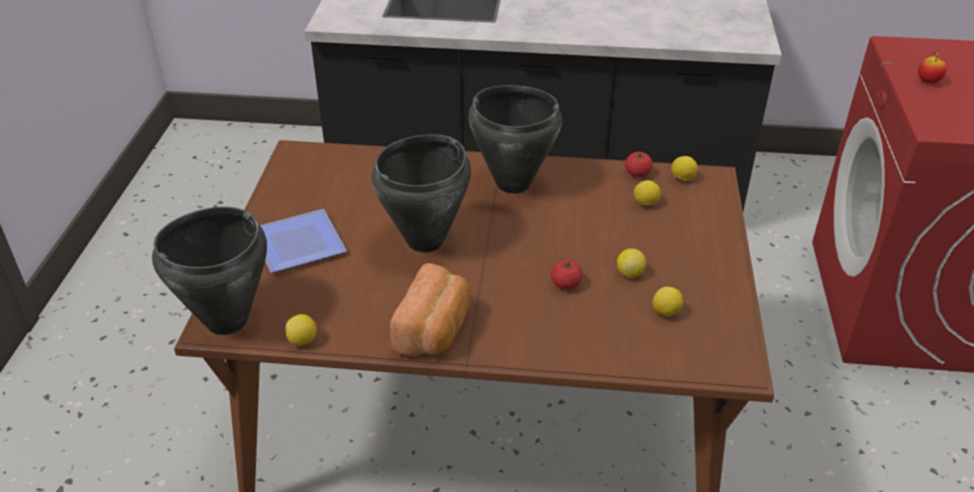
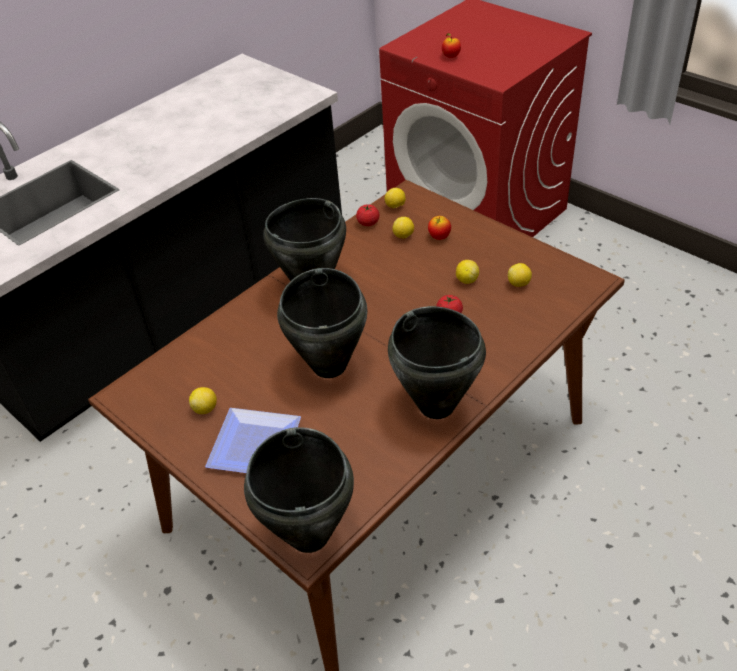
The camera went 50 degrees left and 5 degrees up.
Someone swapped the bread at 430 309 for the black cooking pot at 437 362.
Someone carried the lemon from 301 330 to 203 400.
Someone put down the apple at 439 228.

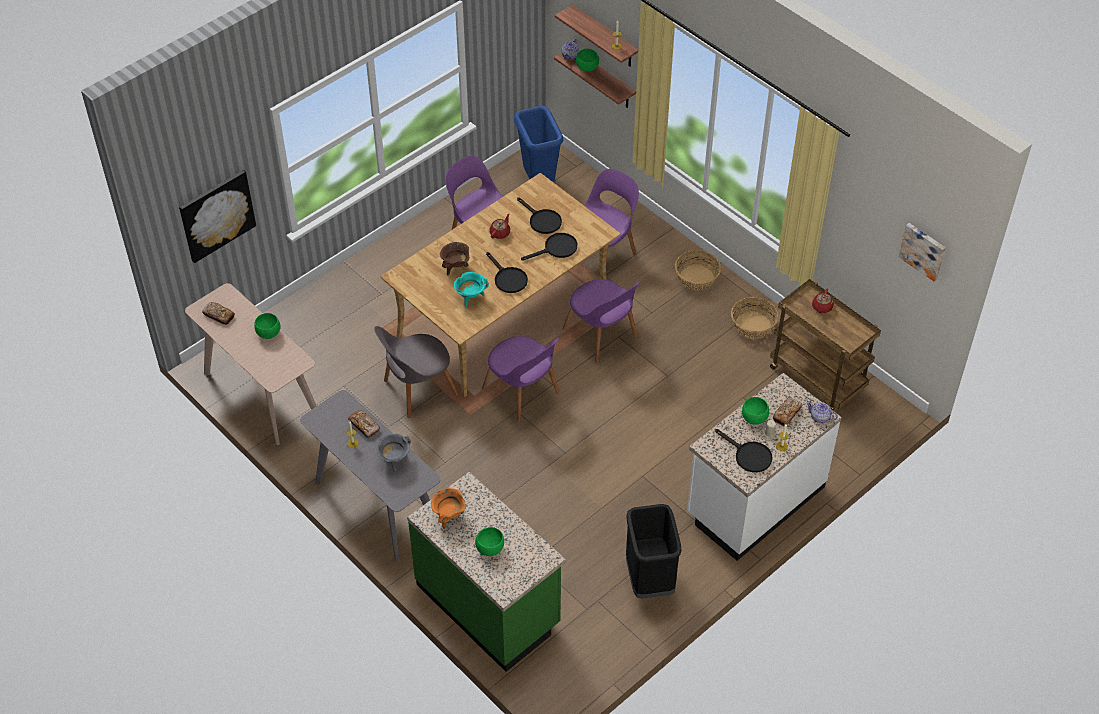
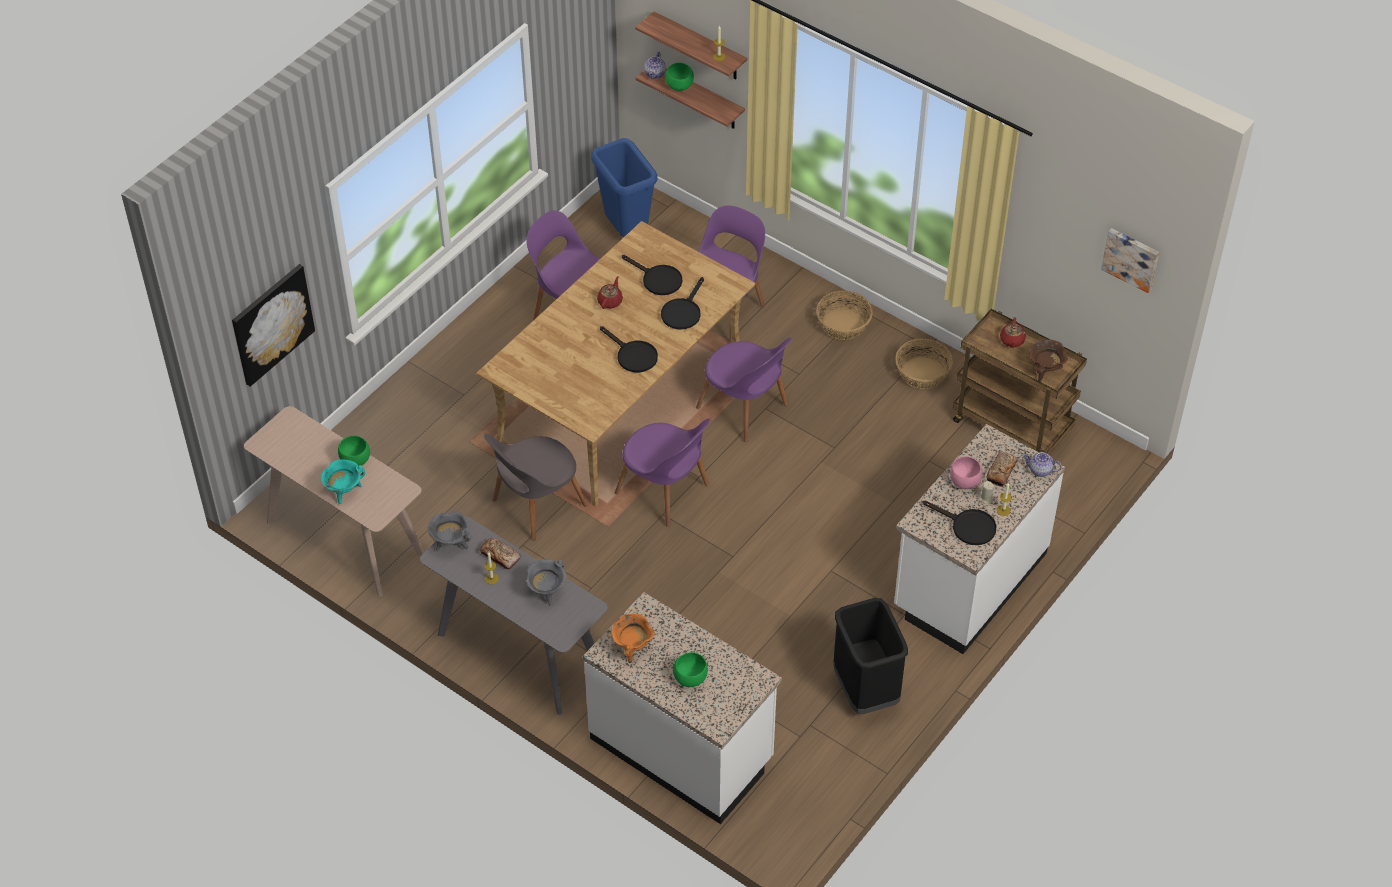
The camera went 10 degrees left and 0 degrees up.
Someone rotated the black frying pan at 549 247 by 150 degrees clockwise.
Someone carried the brown cooking pot from 455 258 to 1049 360.
Someone carried the turquoise cooking pot from 471 289 to 343 481.
Someone took away the bread at 218 313.
Someone repainted the green bowl at 755 411, which became the pink bowl at 966 472.
Someone repainted the green counter at 486 572, which became the white counter at 682 708.
Someone put down the grey cooking pot at 449 531.

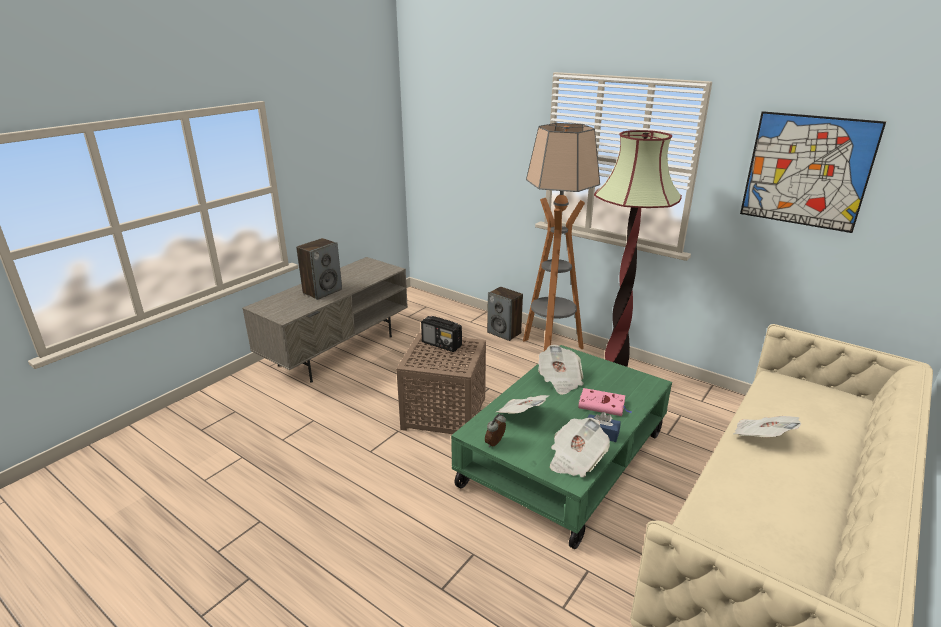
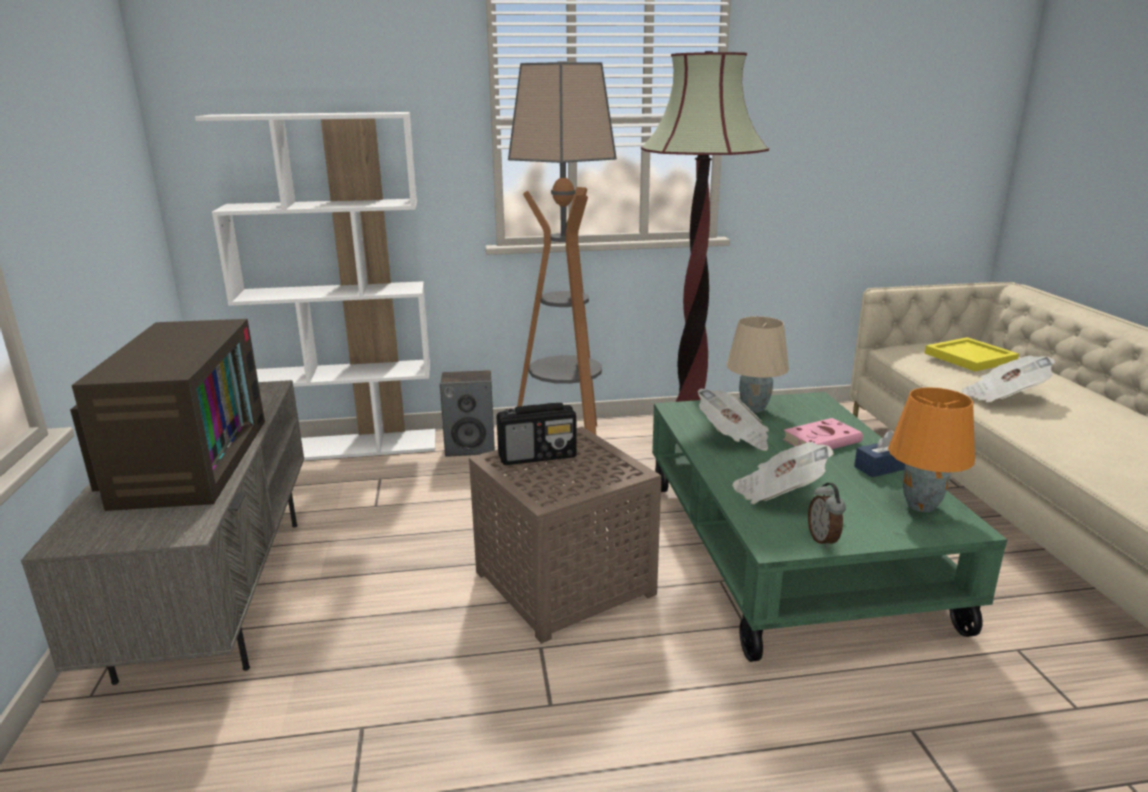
The camera went 45 degrees left and 5 degrees down.
Someone took away the picture at 813 172.
Someone swapped the speaker at 319 269 for the television at 167 415.
Someone swapped the newspaper at 580 447 for the orange table lamp at 931 449.
Someone put down the white bookcase at 315 286.
Someone put down the beige table lamp at 758 364.
Someone put down the yellow tray at 971 354.

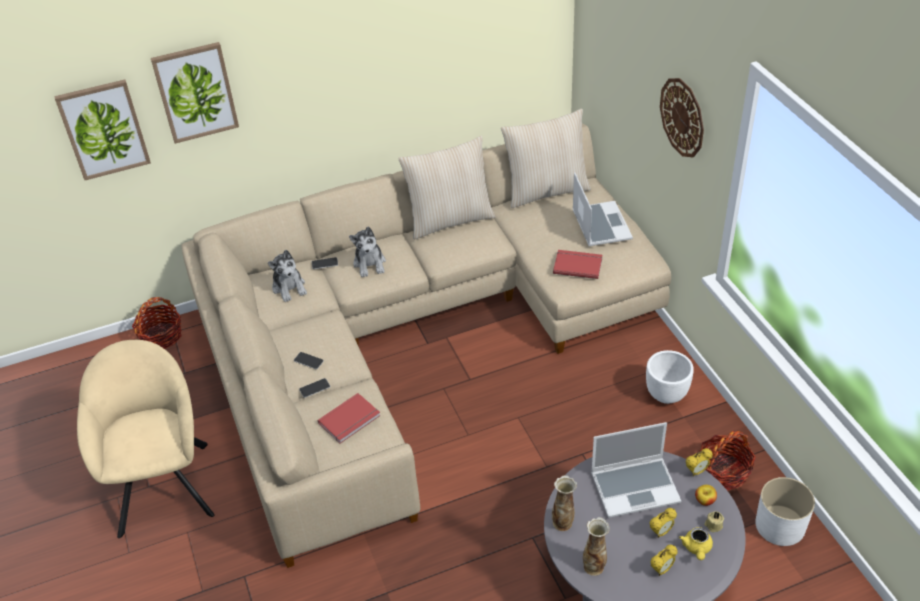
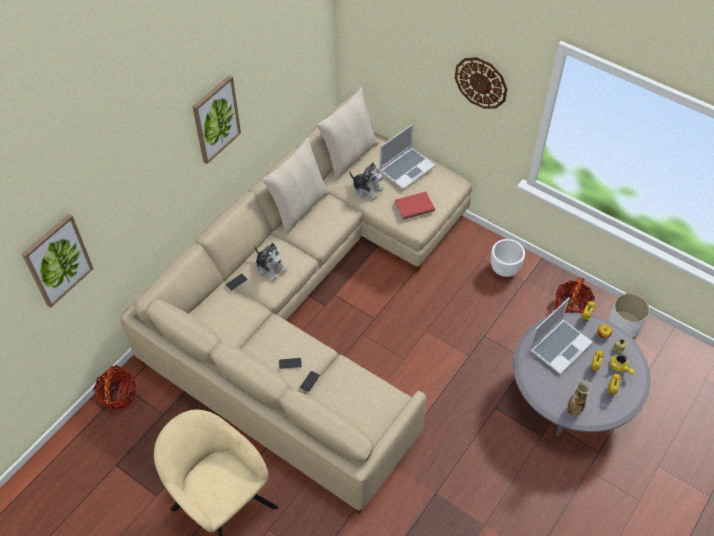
The camera went 35 degrees left and 10 degrees up.
Someone carried the picture from 195 93 to 216 119.
Someone rotated the laptop at 602 209 by 90 degrees clockwise.
Someone carried the plush toy from 287 276 to 367 181.
Someone took away the red book at 349 418.
Someone took away the vase at 564 503.

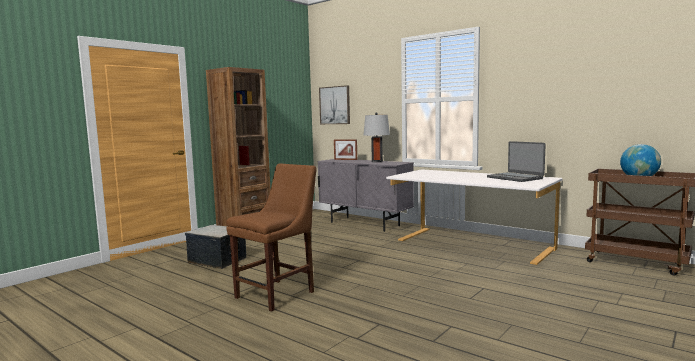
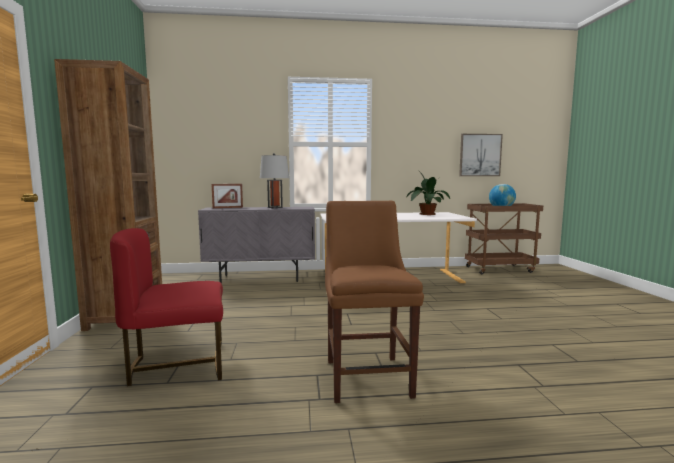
The camera went 45 degrees left and 0 degrees up.
Someone carried the picture from 334 104 to 481 155.
Someone swapped the laptop at 516 161 for the potted plant at 428 192.
Someone swapped the storage box at 215 247 for the red chair at 166 307.

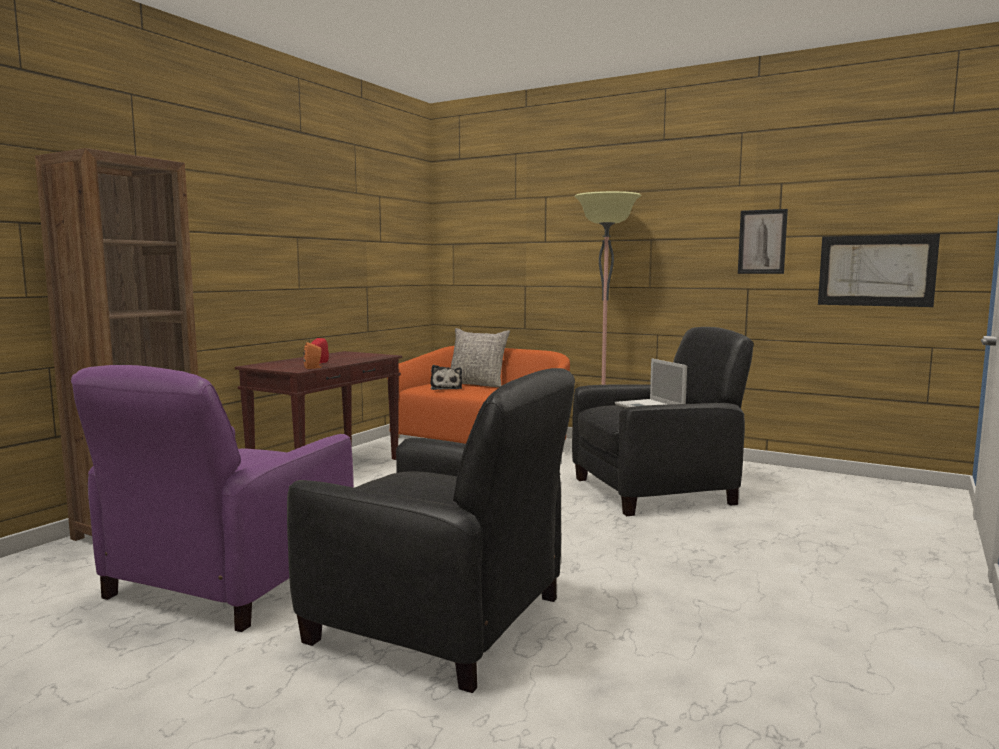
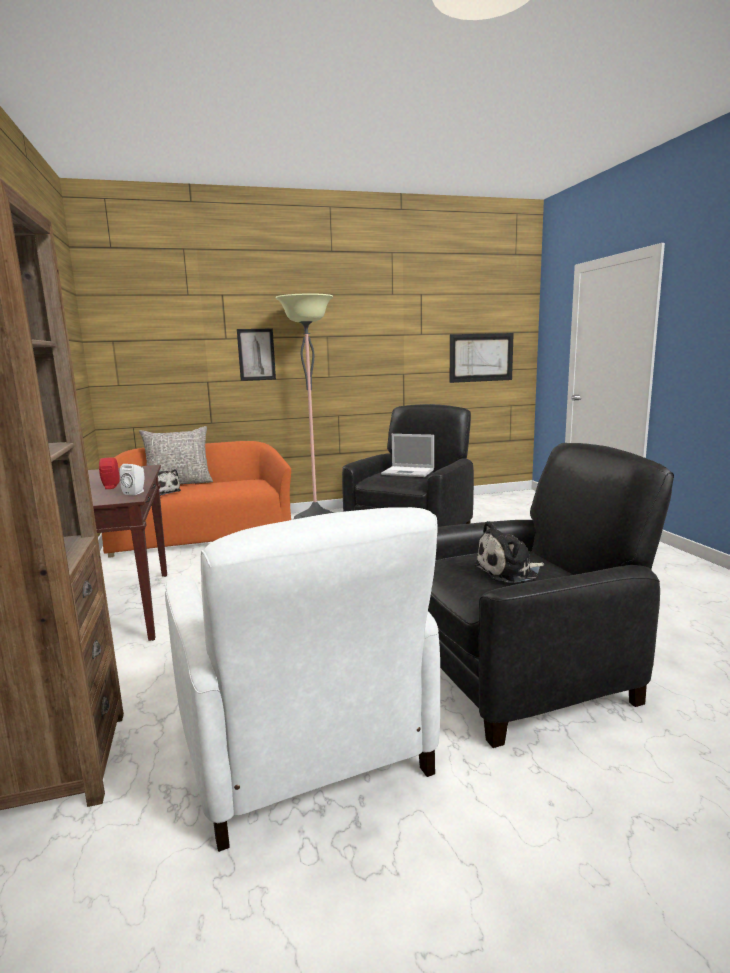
The camera went 45 degrees left and 5 degrees up.
Someone carried the picture from 763 241 to 256 354.
Someone repainted the orange speaker at 313 355, which became the white speaker at 132 479.
Someone repainted the purple armchair at 212 498, which became the white armchair at 302 679.
Someone put down the plush toy at 509 552.

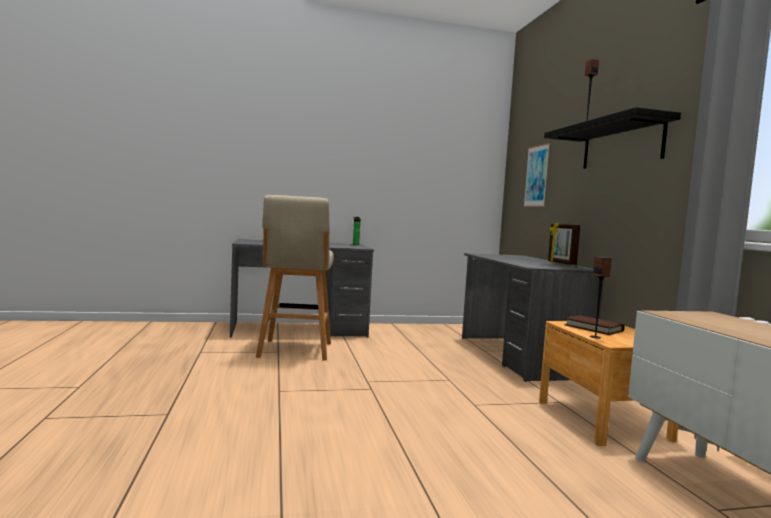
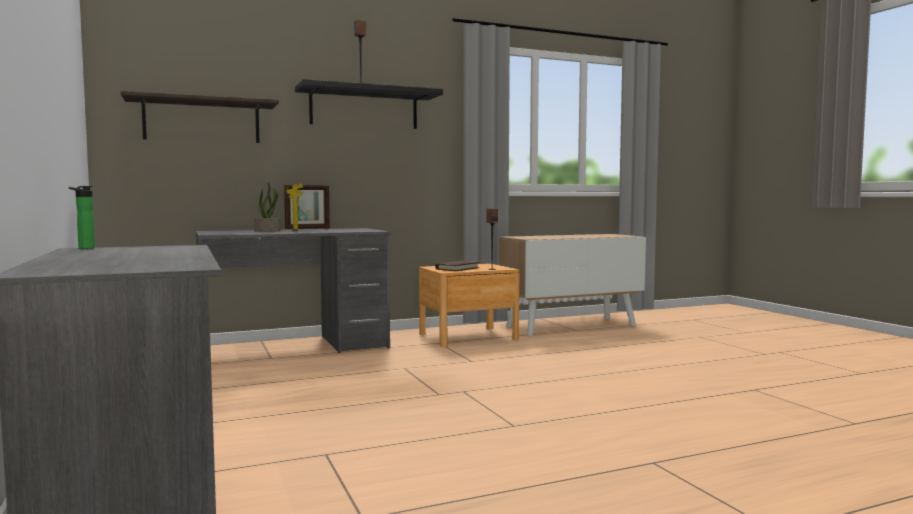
The camera went 100 degrees left and 0 degrees up.
Someone swapped the picture at 536 175 for the shelf at 200 117.
Someone took away the beige stool at 295 278.
Someone put down the potted plant at 267 207.

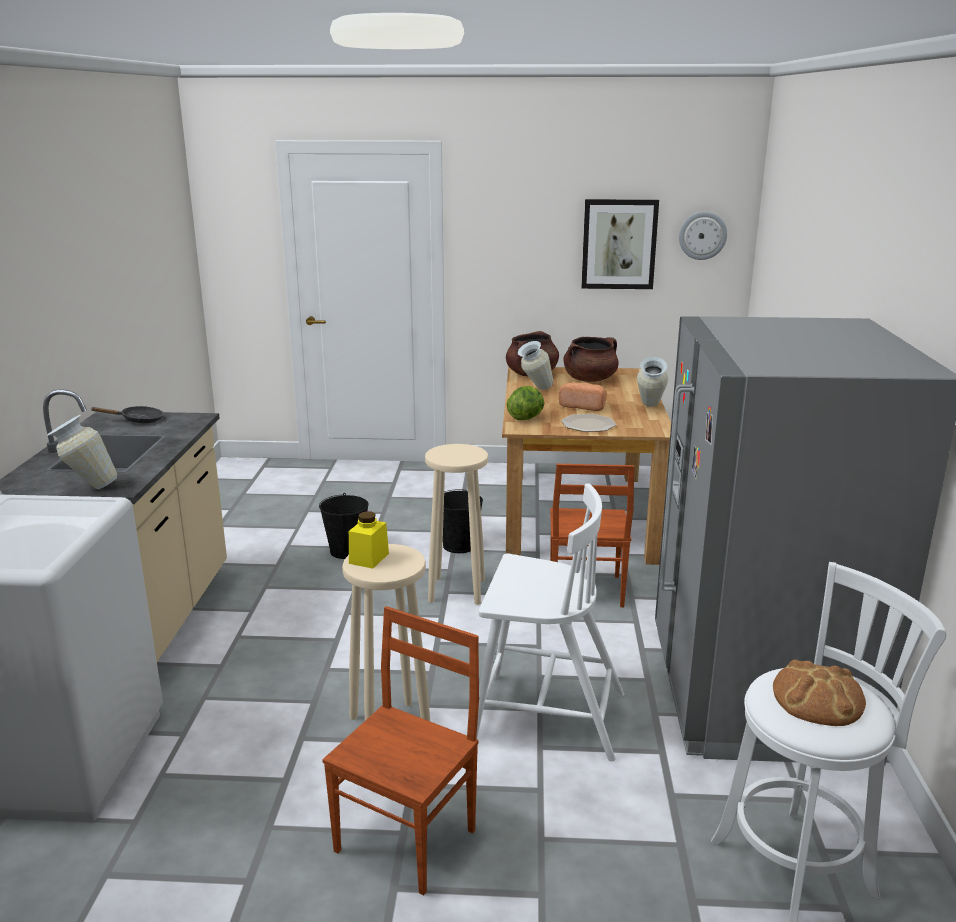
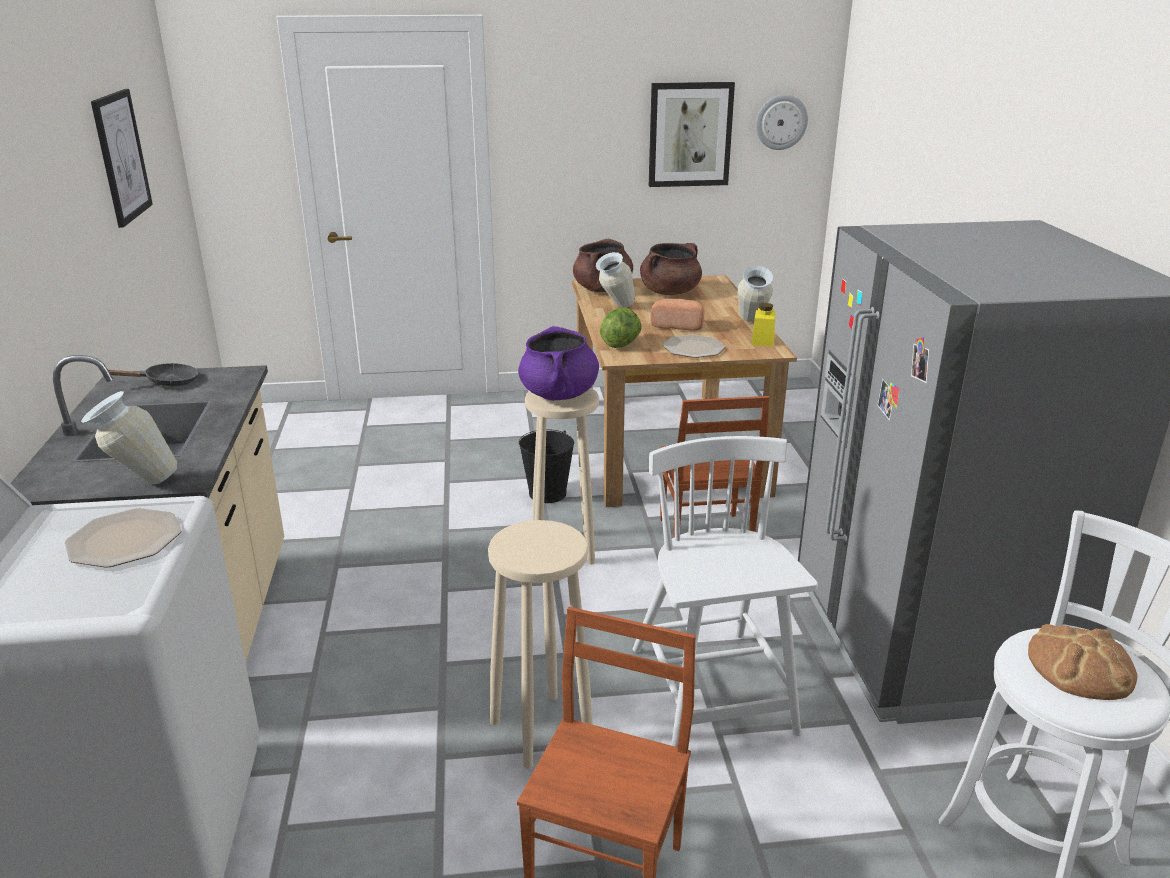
The camera went 10 degrees left and 5 degrees up.
Someone rotated the white chair at 550 622 by 105 degrees counterclockwise.
Someone took away the black bucket at 343 526.
Someone carried the yellow jar from 369 540 to 764 325.
Someone put up the picture at 122 158.
Someone put down the purple cooking pot at 558 363.
Someone put down the plate at 123 538.

